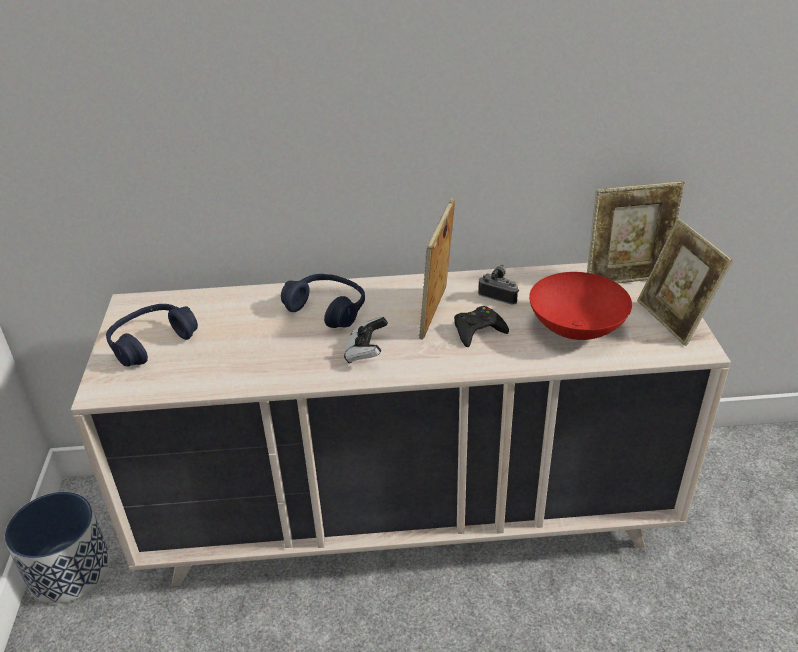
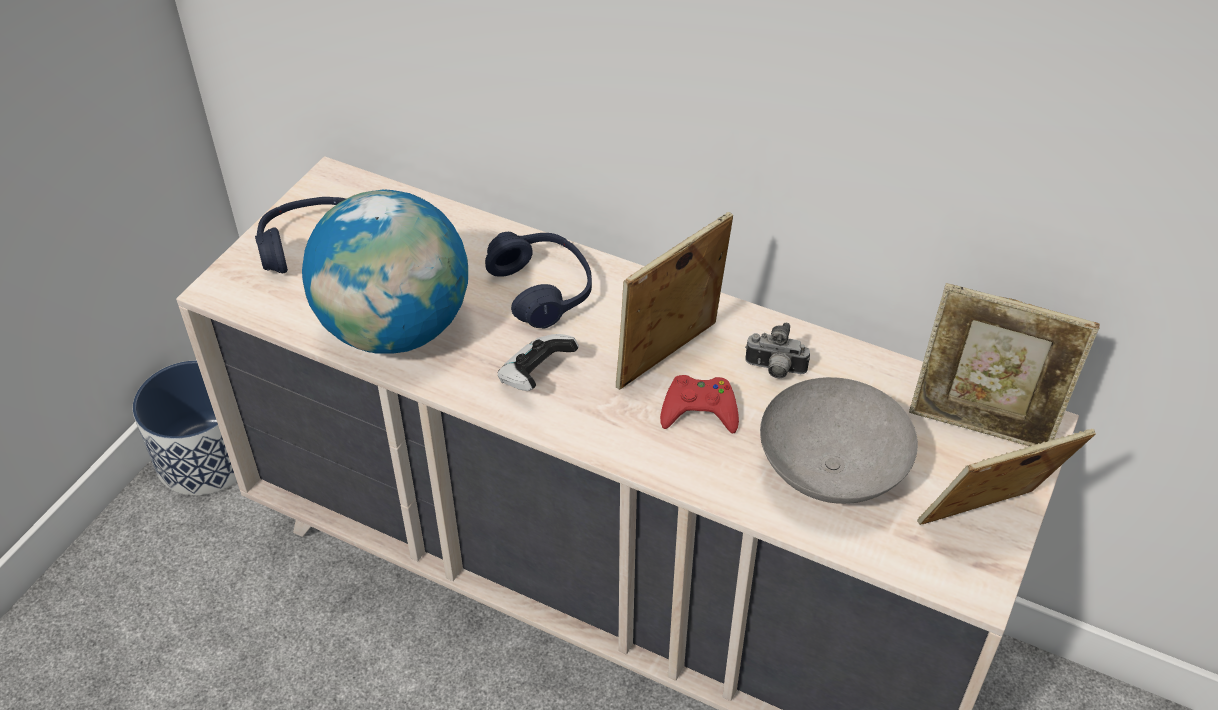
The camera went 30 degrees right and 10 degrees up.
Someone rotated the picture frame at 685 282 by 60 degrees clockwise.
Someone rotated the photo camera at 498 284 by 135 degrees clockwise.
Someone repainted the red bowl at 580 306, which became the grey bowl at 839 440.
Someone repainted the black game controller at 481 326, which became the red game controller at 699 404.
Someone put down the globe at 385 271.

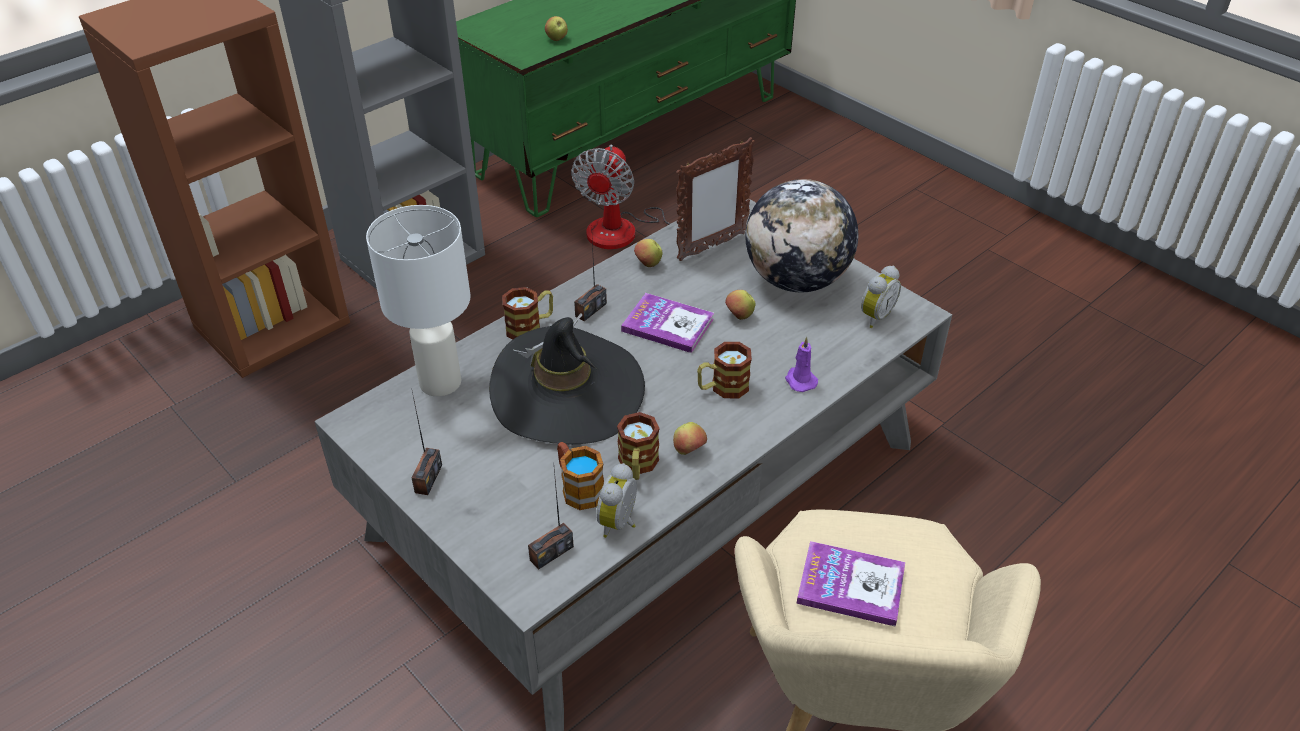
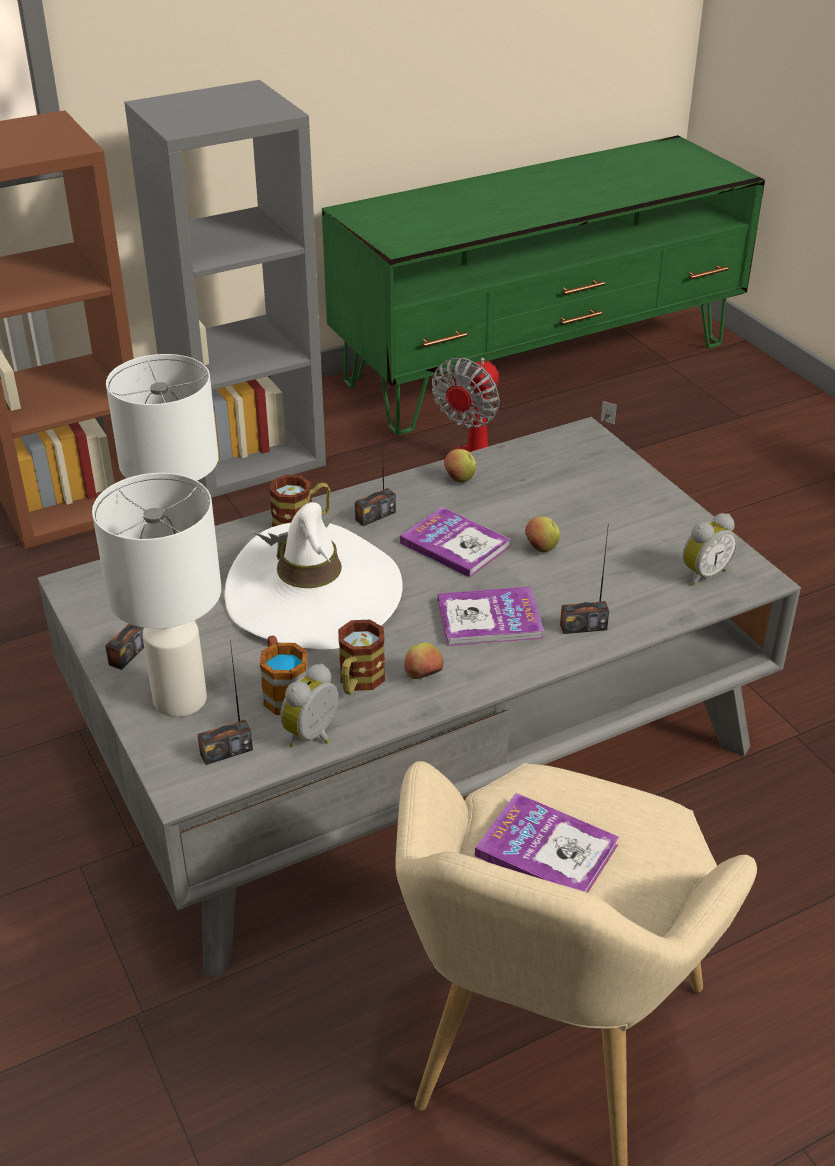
The camera went 15 degrees right and 5 degrees down.
Someone took away the apple at 556 28.
Someone took away the picture frame at 715 199.
Someone took away the globe at 801 235.
Someone repainted the black hat at 567 378, which became the white hat at 314 575.
Someone swapped the purple candle at 801 364 for the radio at 584 582.
Someone swapped the mug at 724 370 for the book at 491 616.
Someone put down the white table lamp at 156 595.

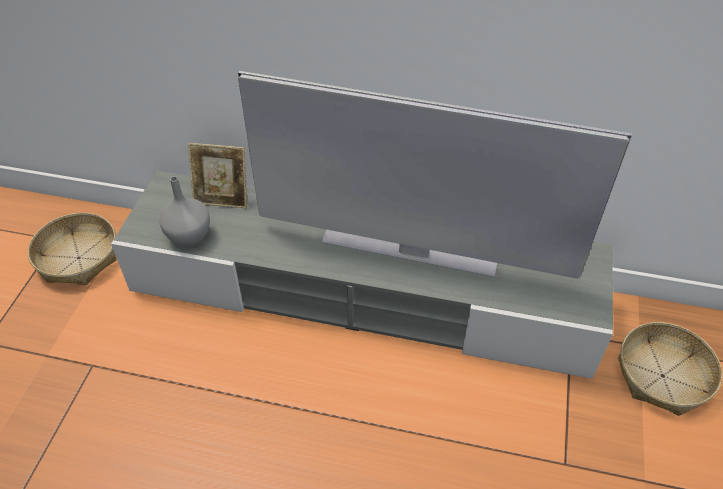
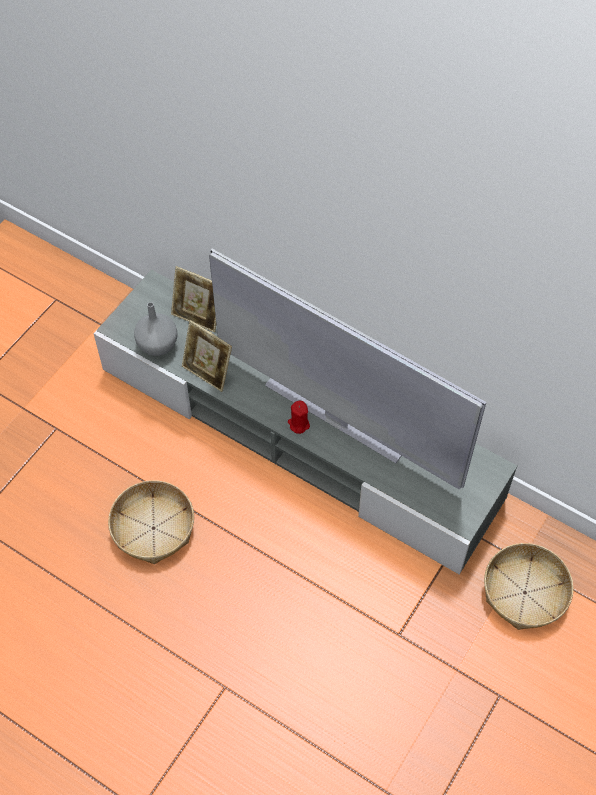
The camera went 20 degrees right and 10 degrees up.
Someone carried the basket from 72 249 to 151 522.
Someone put down the picture frame at 207 356.
Someone put down the red candle at 299 417.

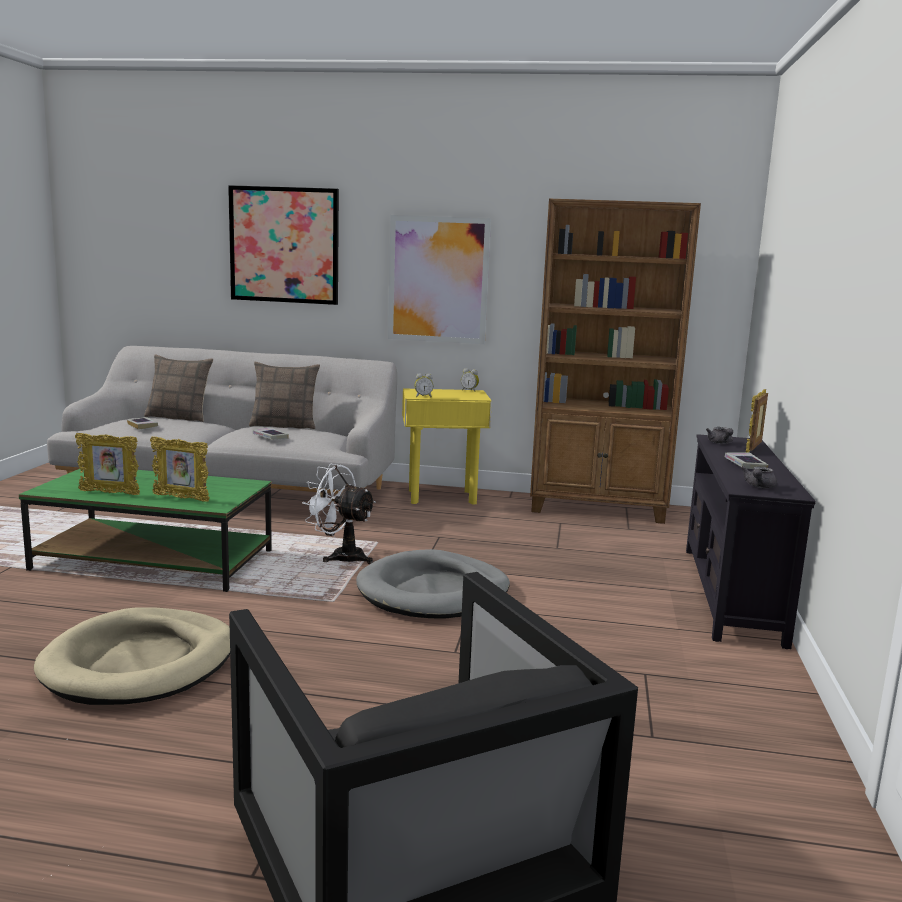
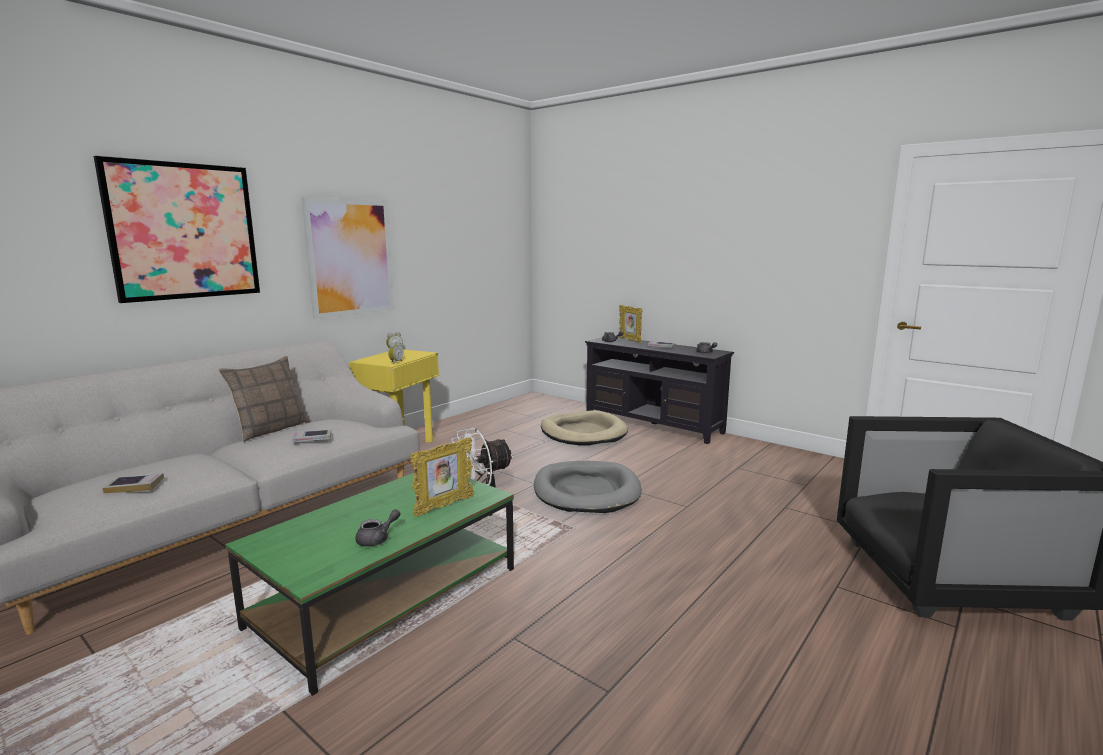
The camera went 60 degrees left and 0 degrees up.
Someone took away the brown bookcase at 615 361.
Someone took away the pillow at 178 388.
Someone swapped the picture frame at 107 464 for the grey teapot at 377 528.
Someone carried the beige dog bed from 132 656 to 584 428.

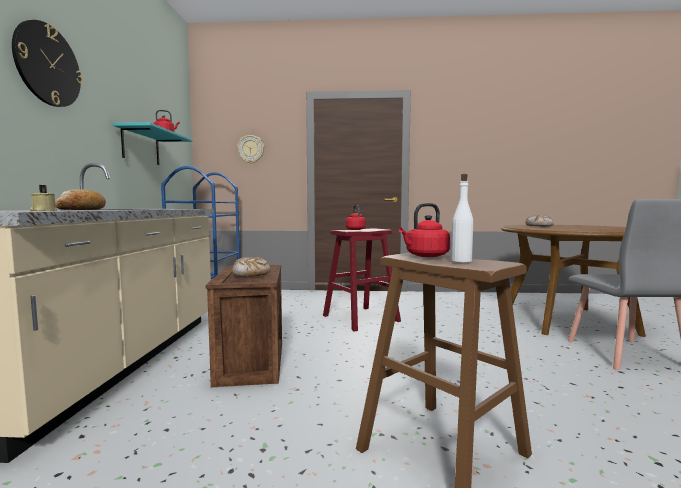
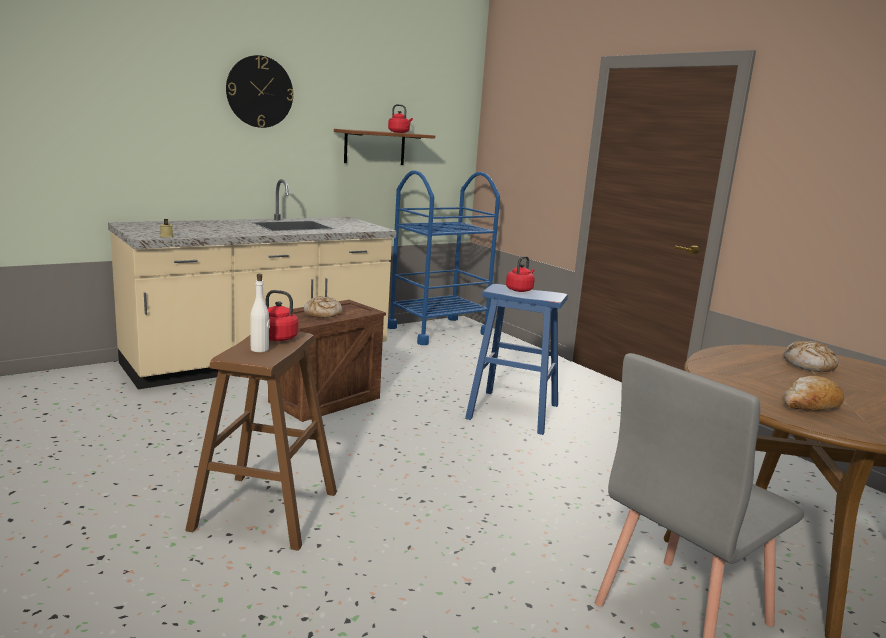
The camera went 50 degrees right and 10 degrees up.
Someone repainted the turquoise shelf at 153 143, which became the brown shelf at 384 147.
Someone took away the wall clock at 250 149.
Someone carried the bread from 80 199 to 814 393.
Someone repainted the red stool at 362 280, which became the blue stool at 516 359.

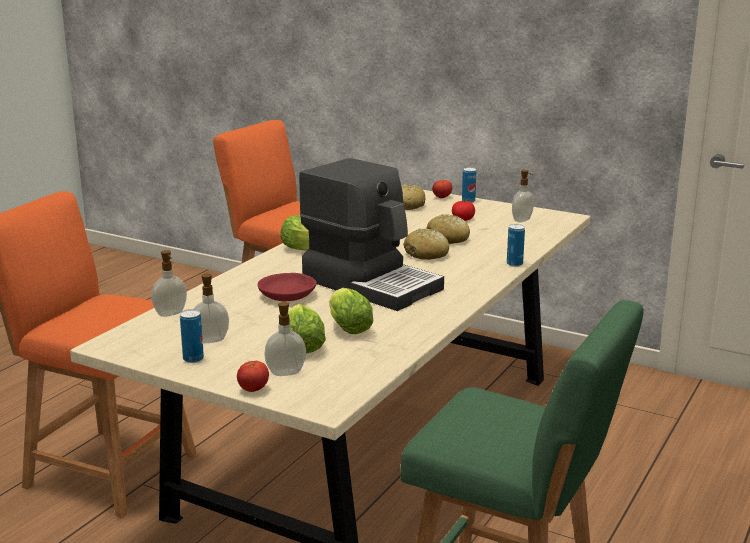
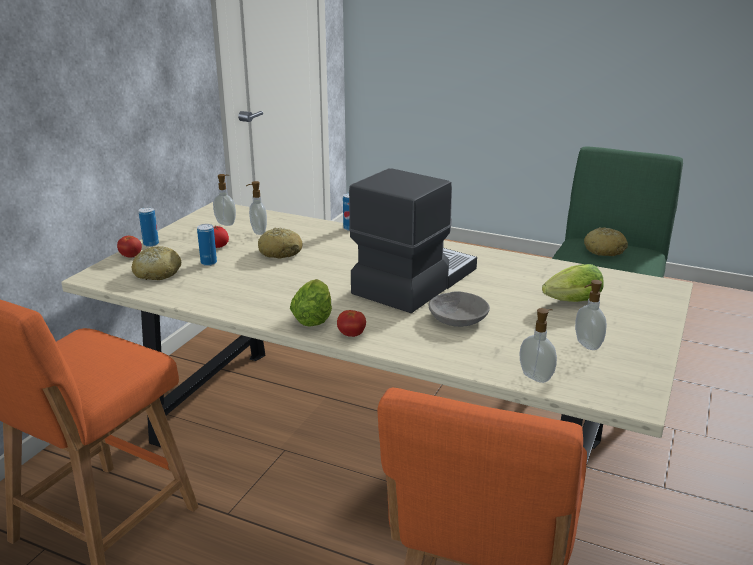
The camera went 95 degrees left and 5 degrees up.
Someone carried the bread from 426 244 to 606 241.
Someone repainted the red bowl at 287 287, which became the grey bowl at 459 309.
Someone took away the lettuce at 351 311.
Someone carried the soap dispenser from 285 338 to 256 208.
Someone carried the can from 192 336 to 207 245.
Someone carried the tomato from 253 376 to 351 323.

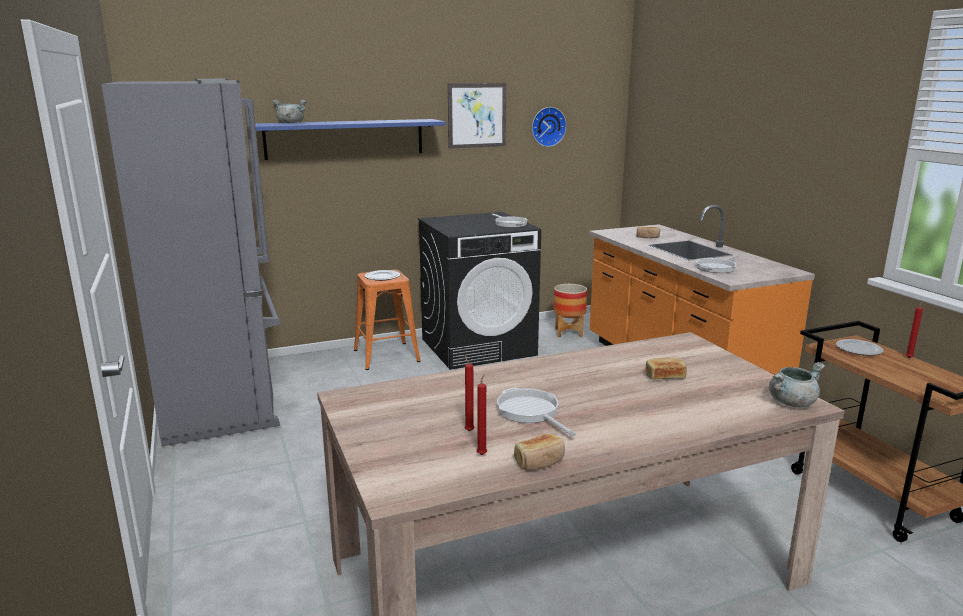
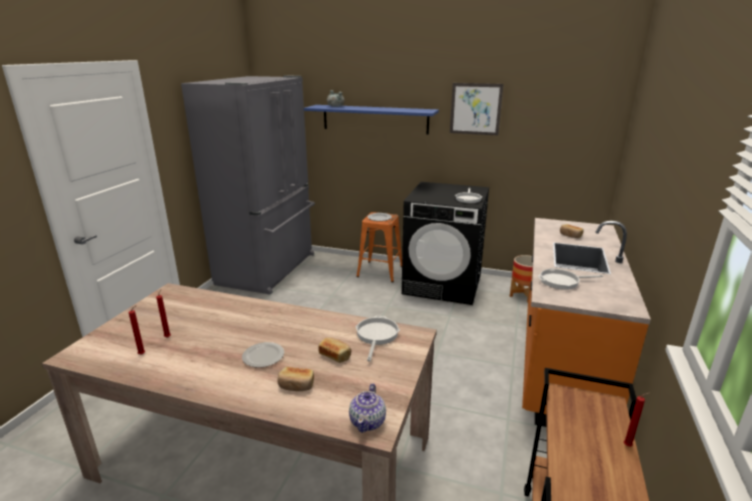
The camera went 40 degrees right and 5 degrees up.
Someone took away the wall clock at 549 127.
Someone carried the plate from 860 347 to 263 354.
Someone swapped the grey cooking pot at 797 385 for the teapot at 367 408.
Someone carried the frying pan from 536 412 to 377 338.
Someone carried the bread from 539 452 to 295 379.

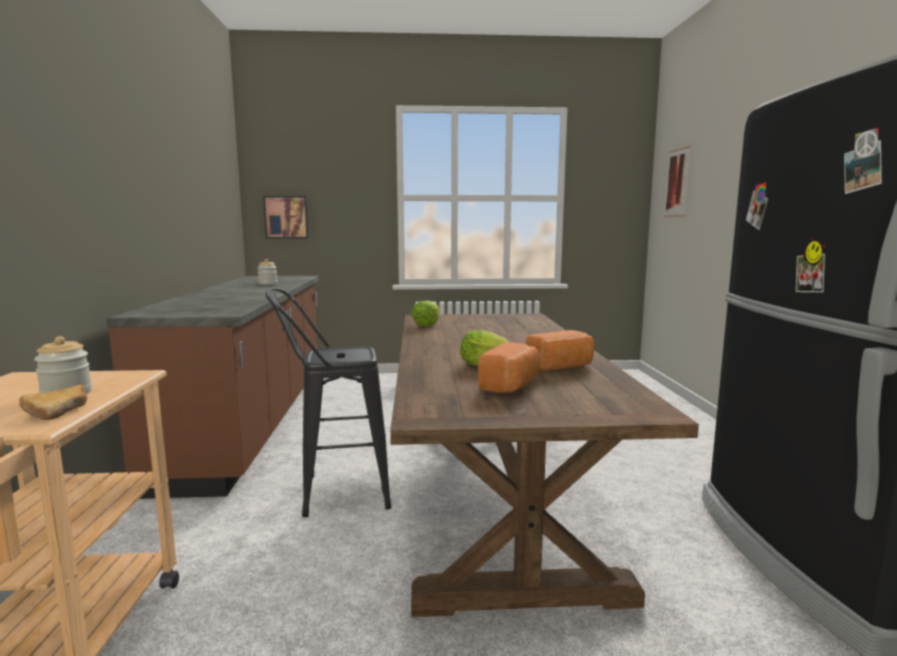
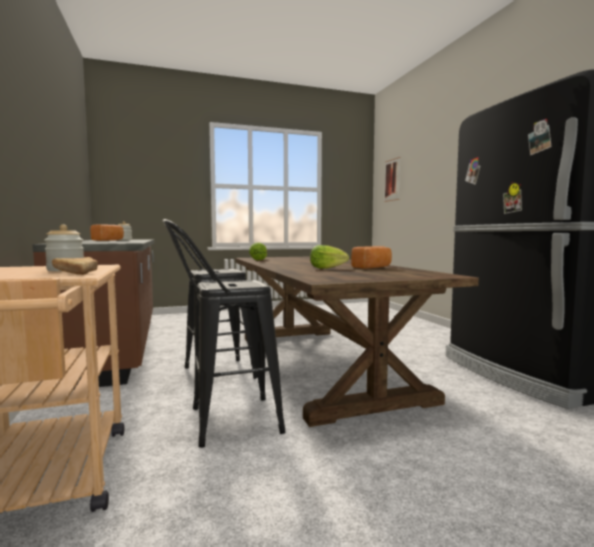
The camera went 15 degrees left and 5 degrees down.
Someone took away the picture at 286 217.
Someone carried the bread from 509 367 to 107 232.
Someone put down the black stool at 223 333.

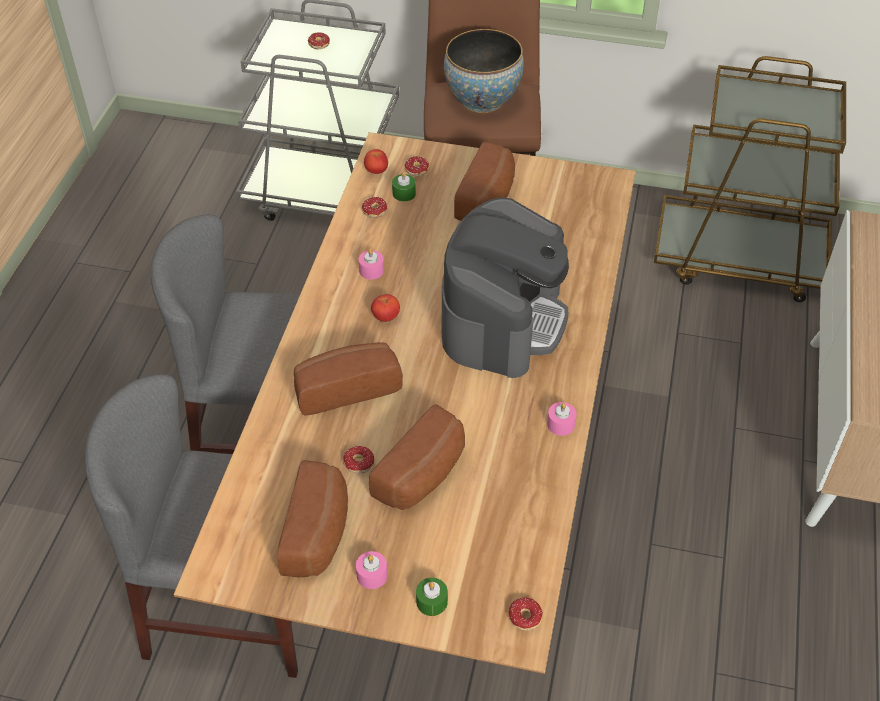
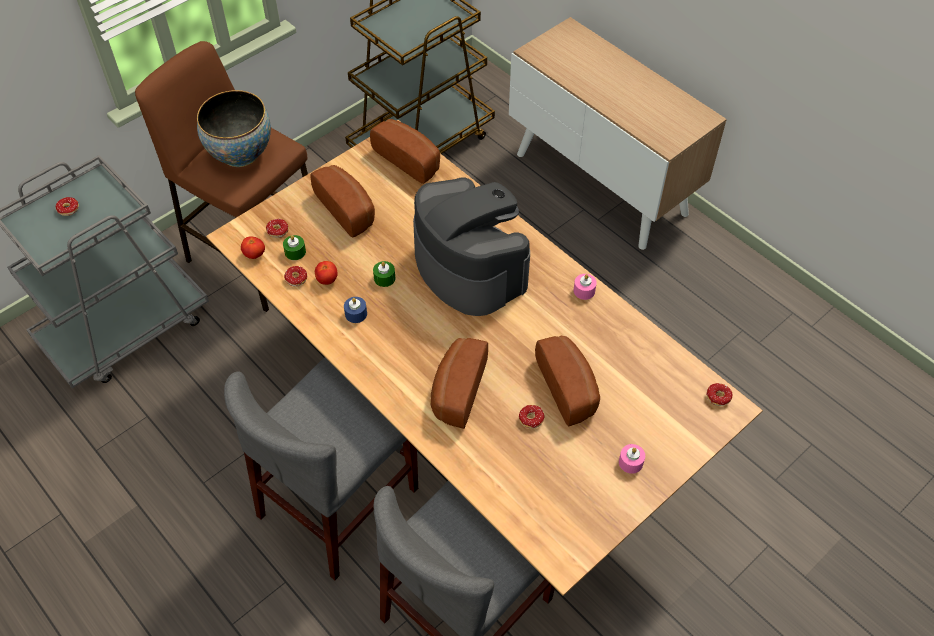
The camera went 55 degrees left and 5 degrees up.
Someone repainted the pink candle at 371 264, which became the blue candle at 355 310.
Someone carried the tomato from 385 308 to 326 273.
Someone carried the bread from 312 518 to 405 151.
Someone carried the green candle from 432 596 to 384 274.

